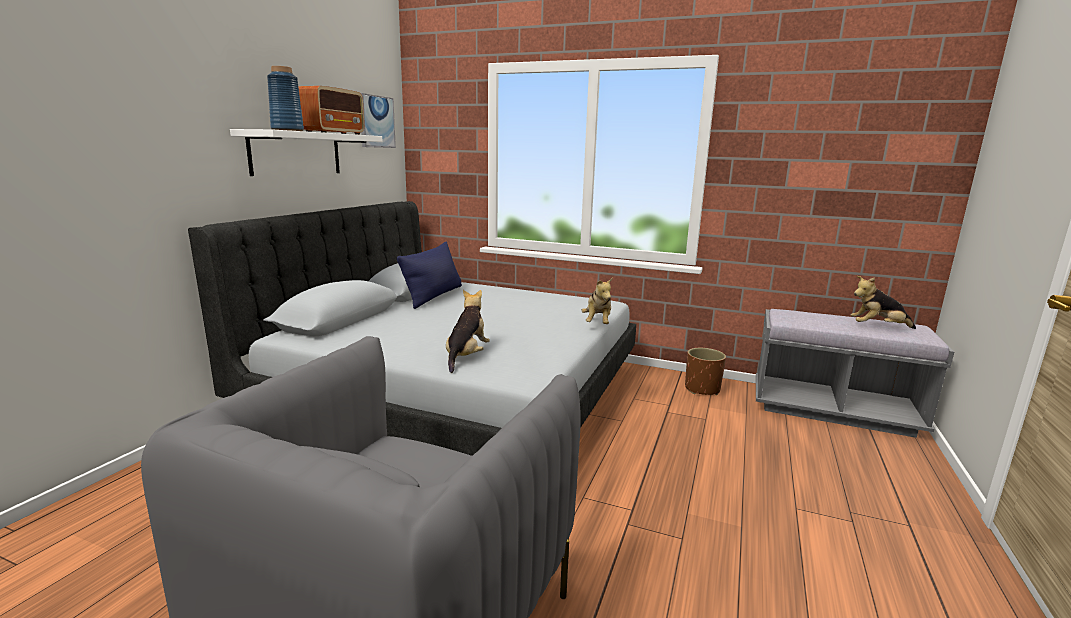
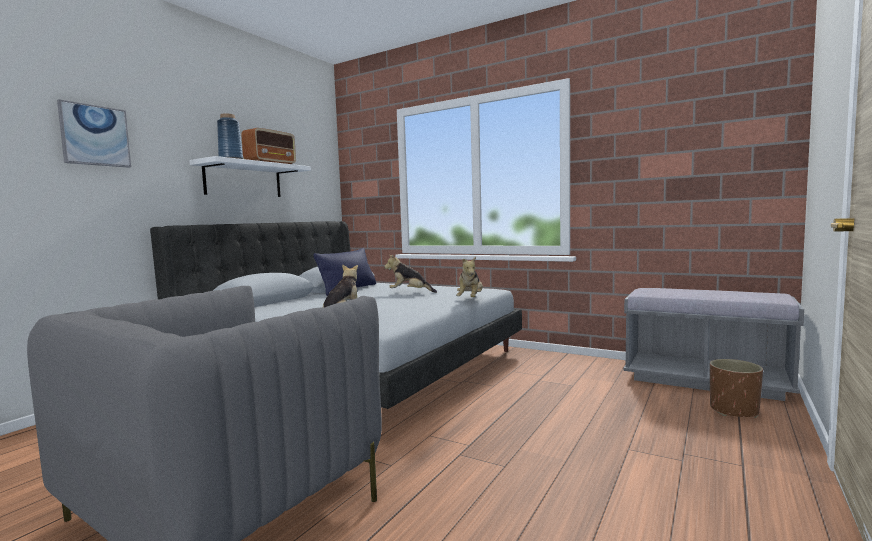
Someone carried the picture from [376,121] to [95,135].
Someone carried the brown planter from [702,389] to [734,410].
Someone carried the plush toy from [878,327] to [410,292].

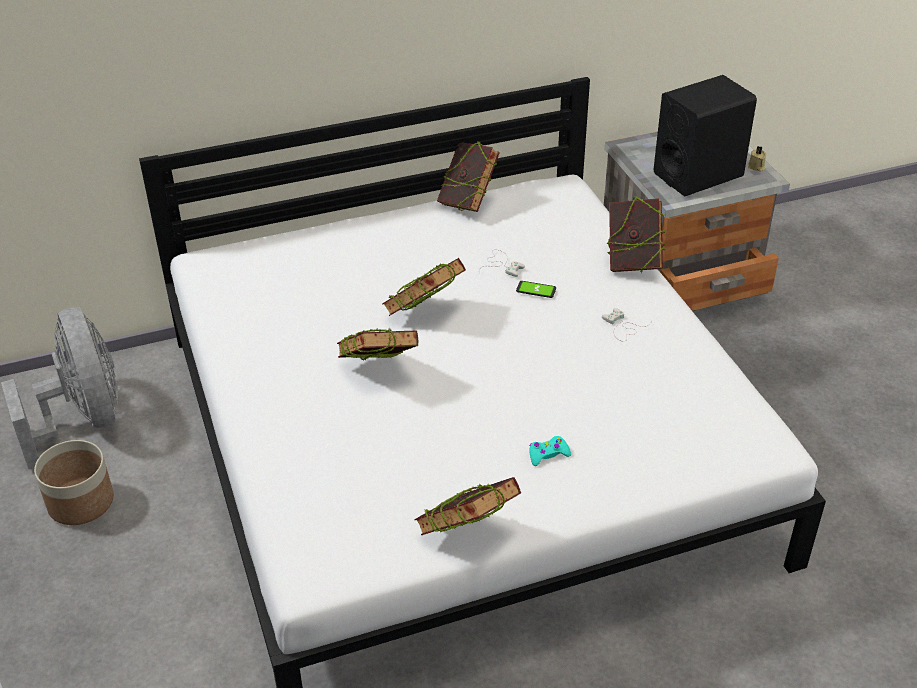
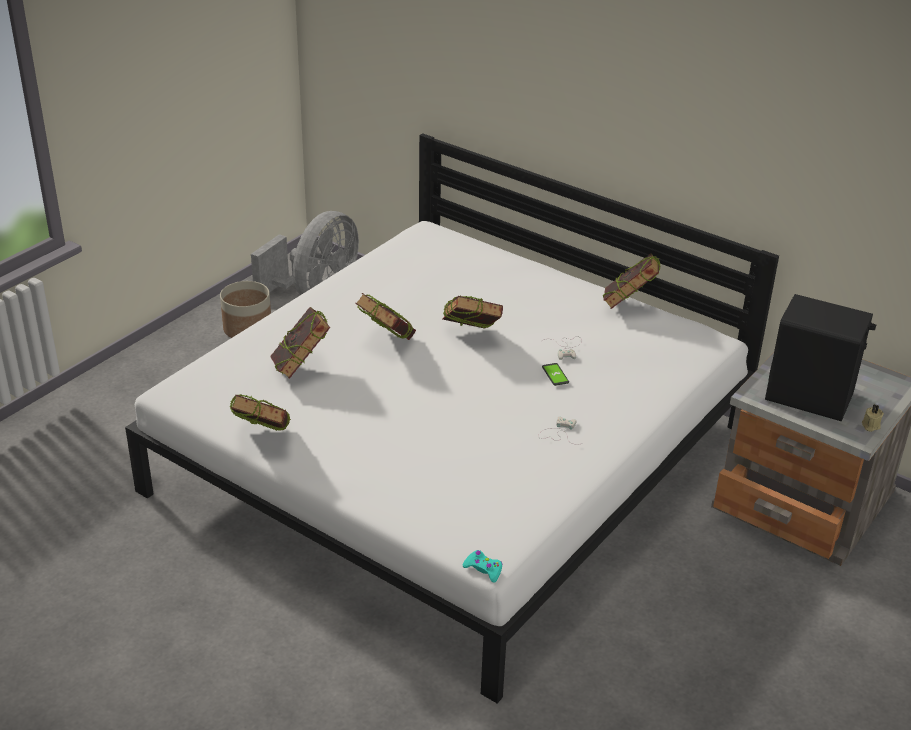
Someone carried the turquoise game controller from [548,454] to [483,569].
Someone carried the book from [632,263] to [301,368].

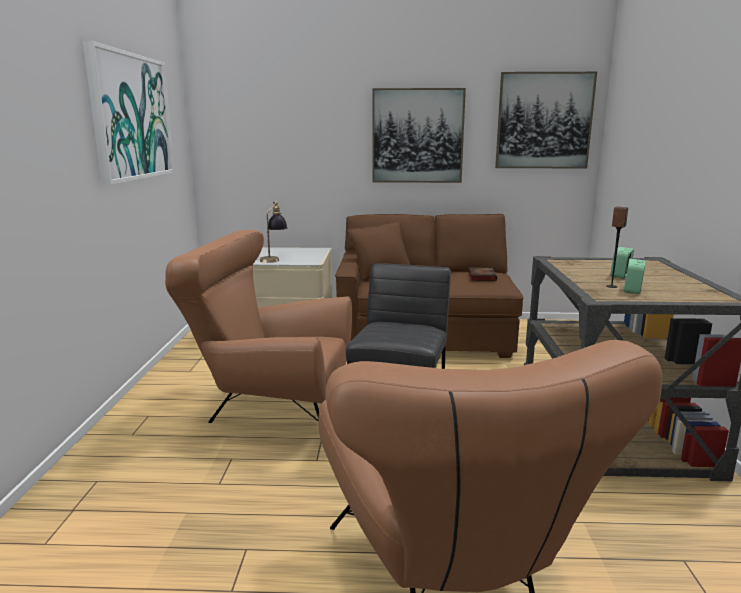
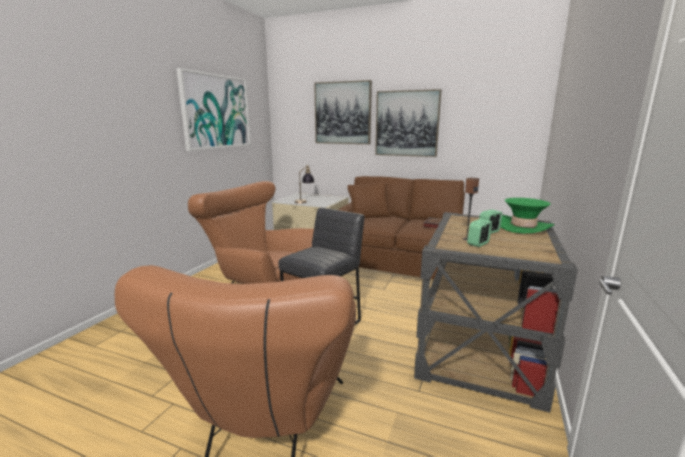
Someone carried the picture from [544,121] to [342,113].
Someone put down the green hat at [523,227].

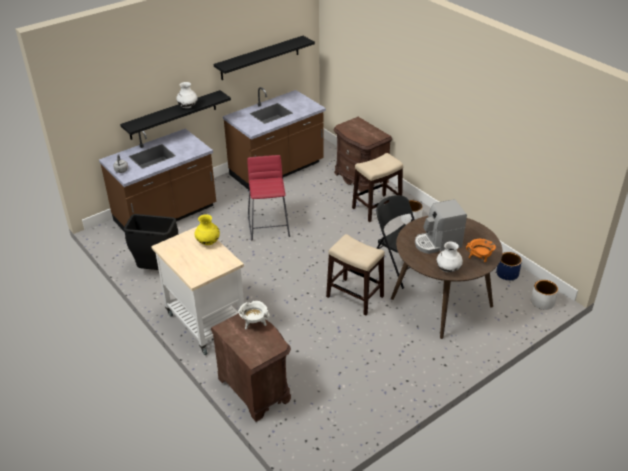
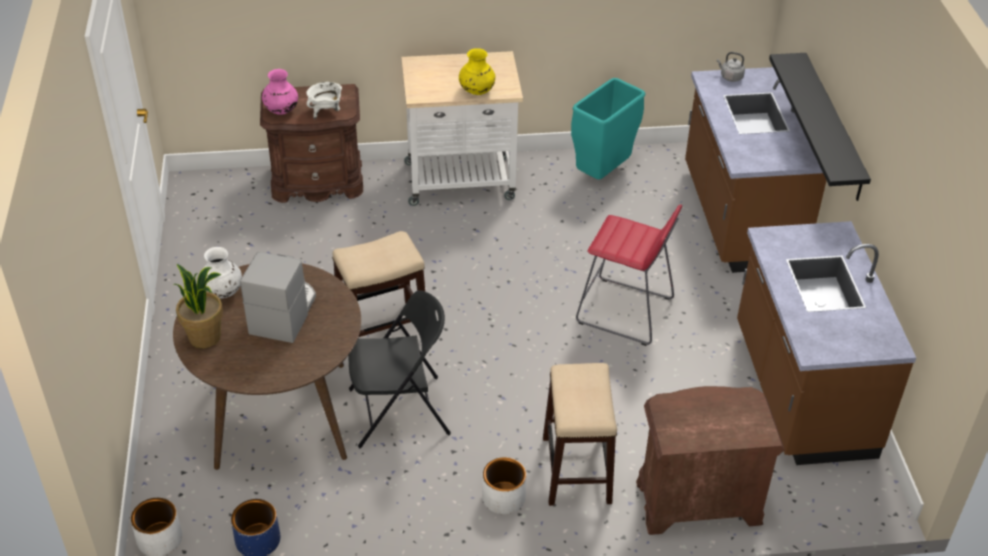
Someone repainted the black trash can at [158,271], which became the turquoise trash can at [602,173].
Someone took away the white vase at [188,107].
Someone took away the black shelf at [260,58].
Someone swapped the orange cooking pot at [479,259] for the potted plant at [205,337].
Someone put down the pink vase at [281,110].

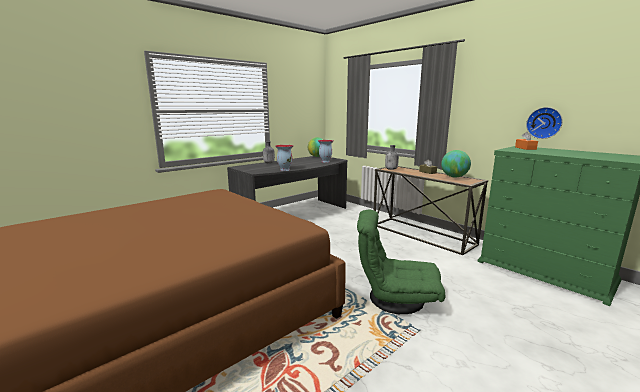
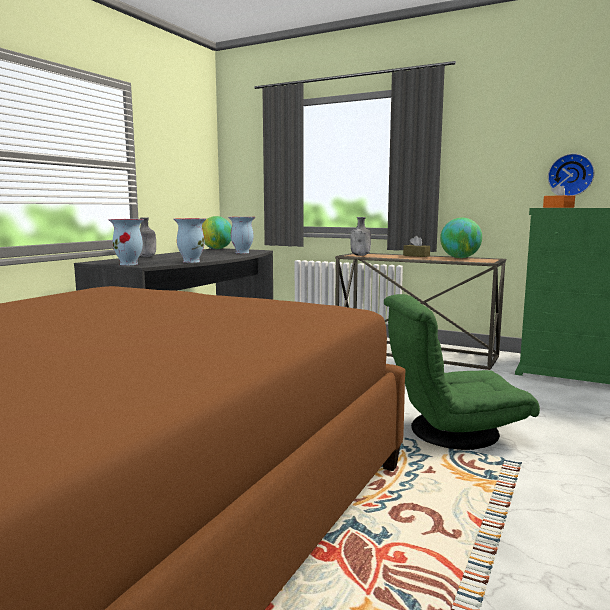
Someone put down the vase at [129,264].

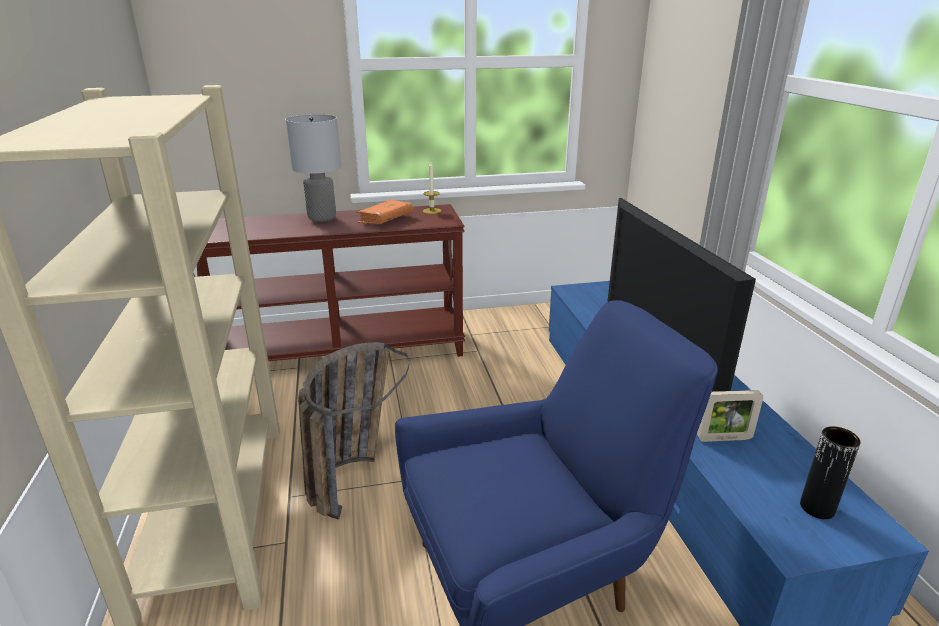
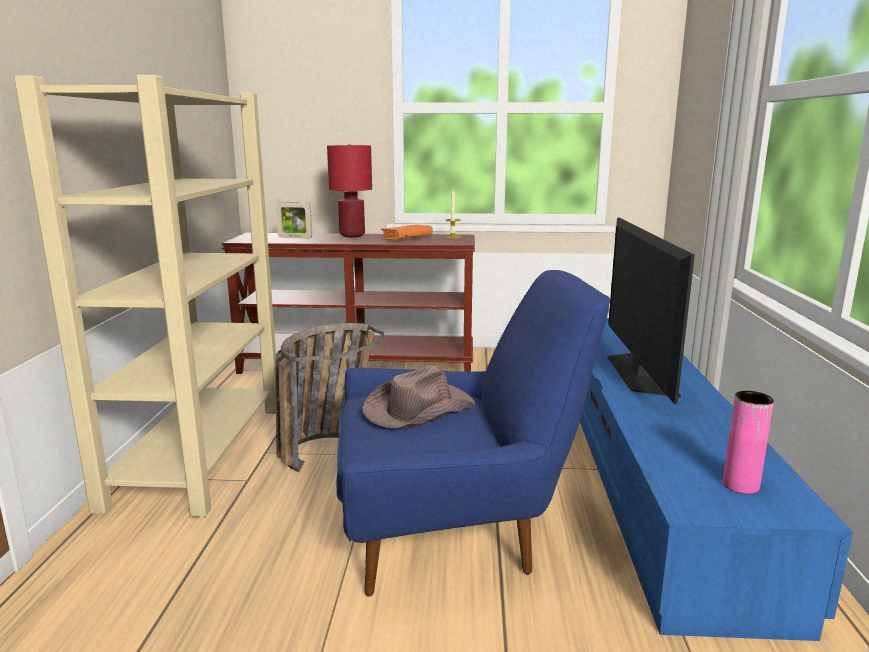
Someone repainted the grey table lamp at [322,220], which became the red table lamp at [352,237].
Someone carried the picture frame from [724,438] to [295,237].
Someone repainted the black vase at [817,508], which became the pink vase at [740,485].
Someone put down the brown hat at [418,409].

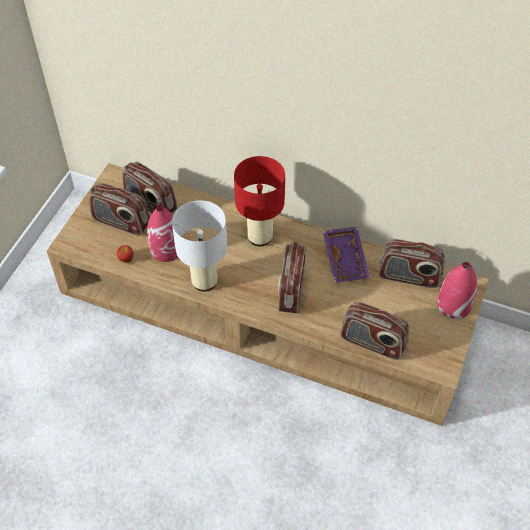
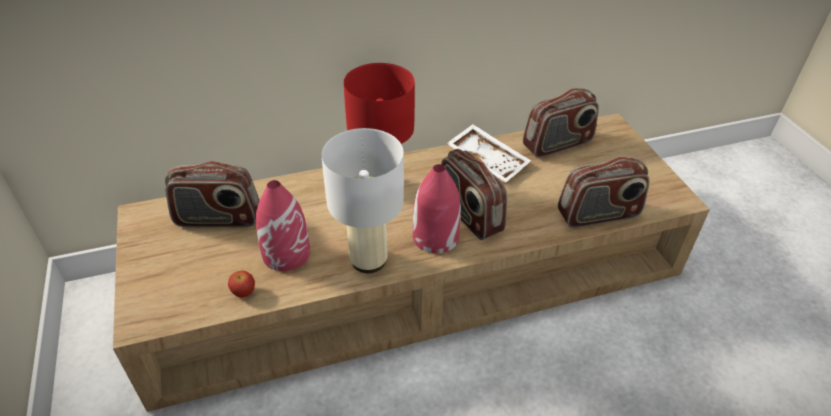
Someone took away the radio at [121,222].
Someone repainted the purple tray at [346,259], which became the white tray at [488,160].
Someone carried the red vase from [453,305] to [435,237].

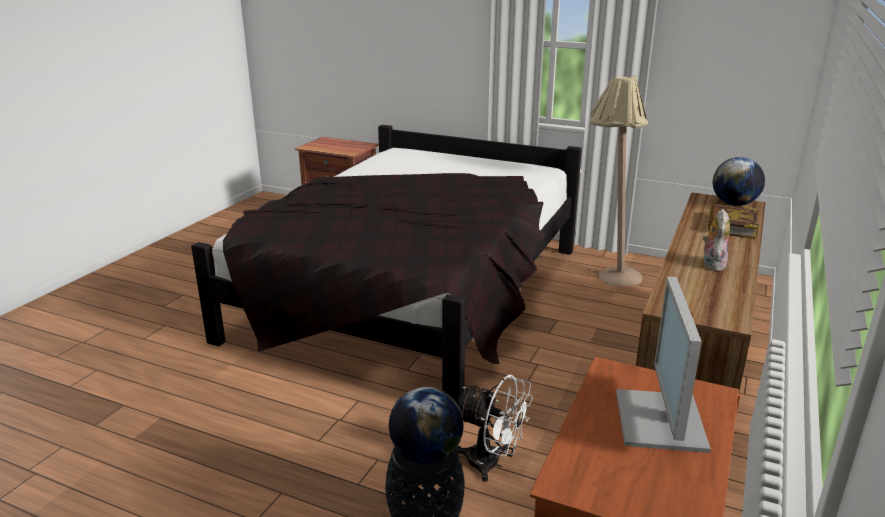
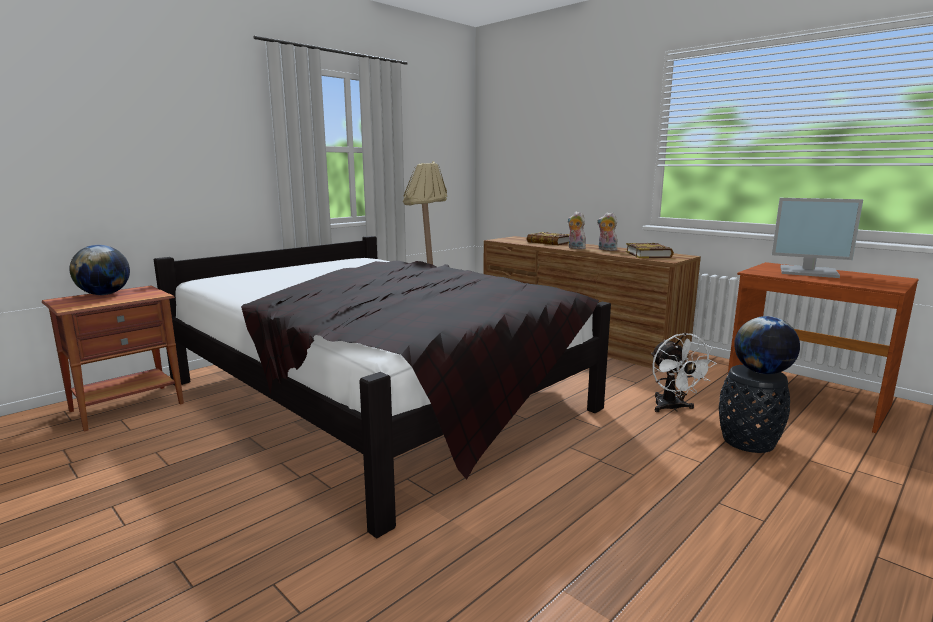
Someone rotated the white fan at [492,464] by 120 degrees clockwise.
Someone carried the globe from [734,204] to [104,294].
Someone put down the plush toy at [575,248].
Someone put down the book at [648,254].

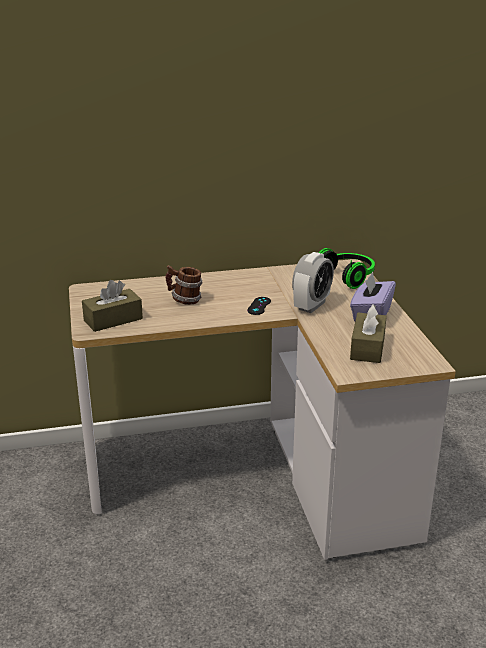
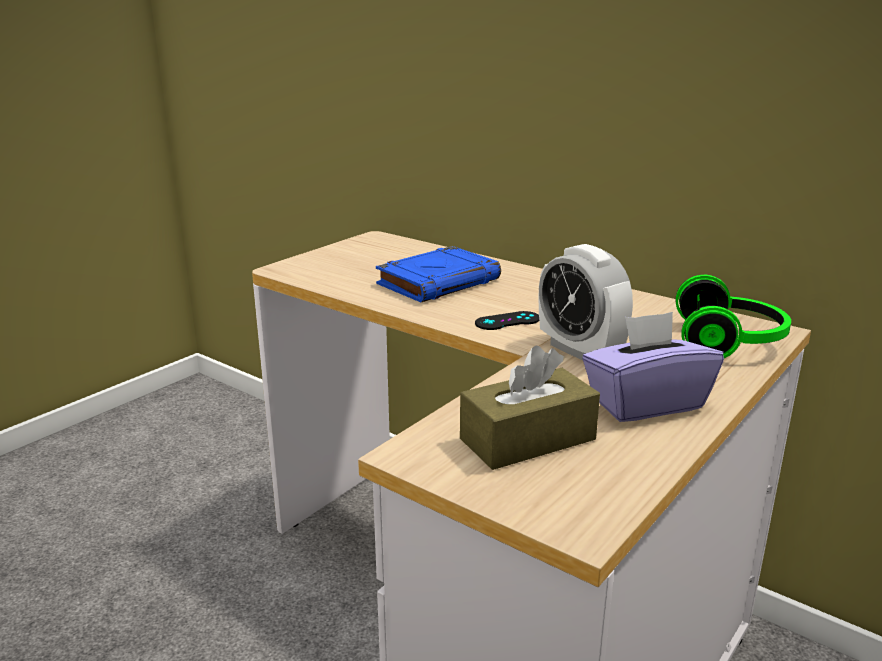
Someone took away the brown tissue box at [113,320].
Someone swapped the mug at [184,300] for the blue book at [439,282].
Someone rotated the alarm clock at [311,305] by 60 degrees clockwise.

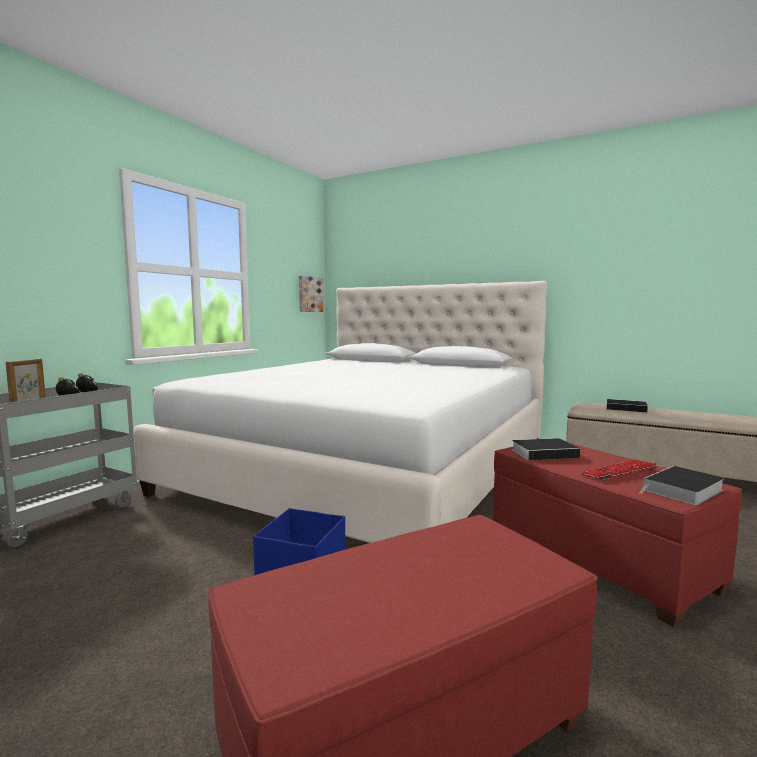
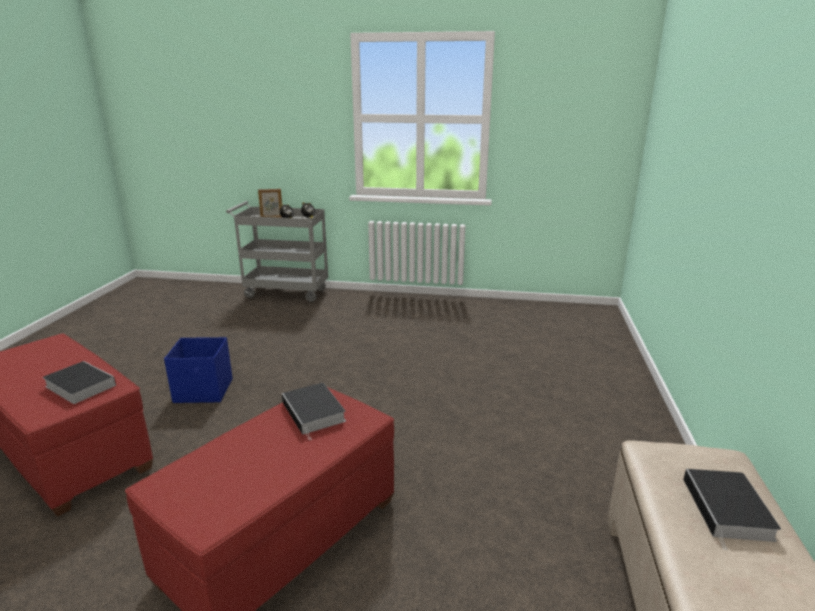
Someone took away the white bed at [368,468].
Someone took away the picture at [309,294].
Someone took away the keyboard at [620,472].
Someone carried the book from [682,490] to [78,385].

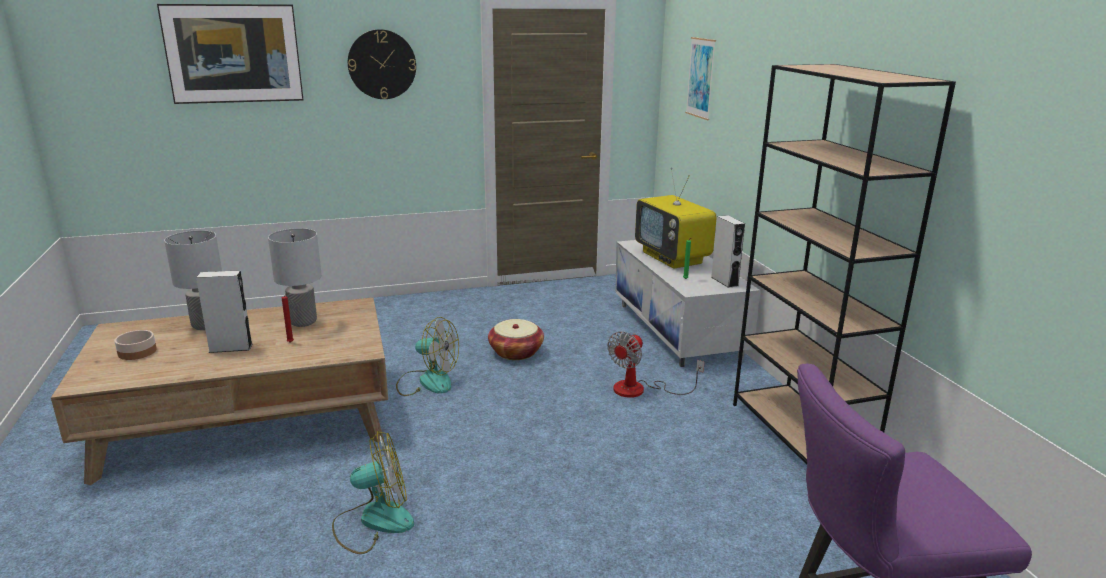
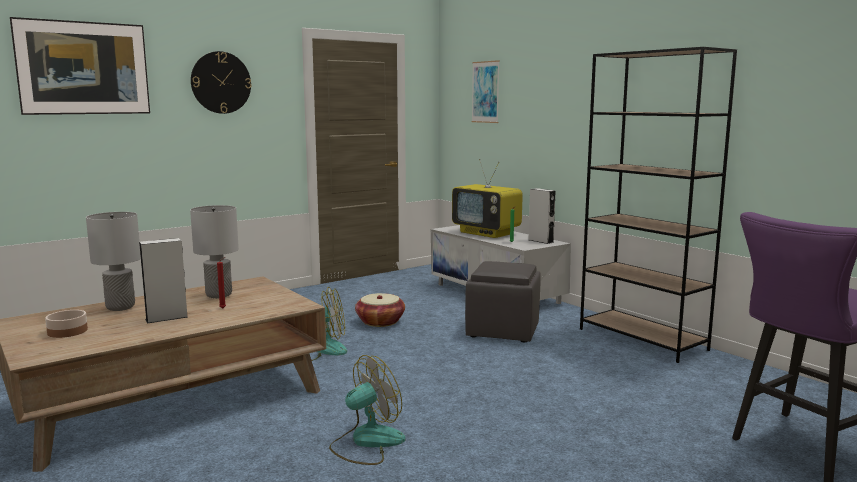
Someone swapped the fan at [640,389] for the grey ottoman at [503,330].

